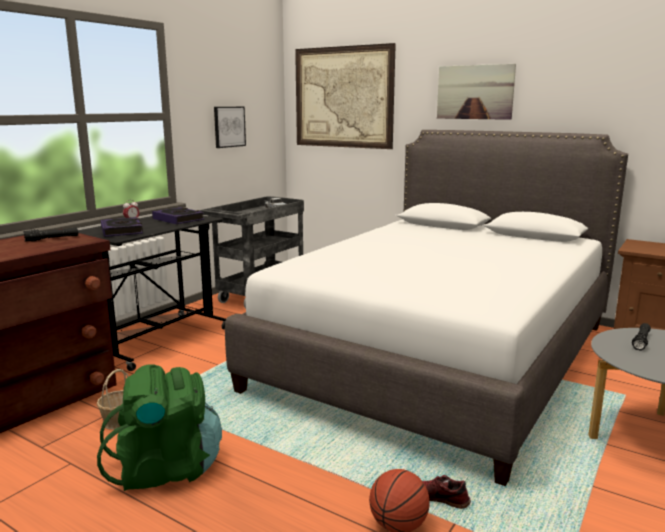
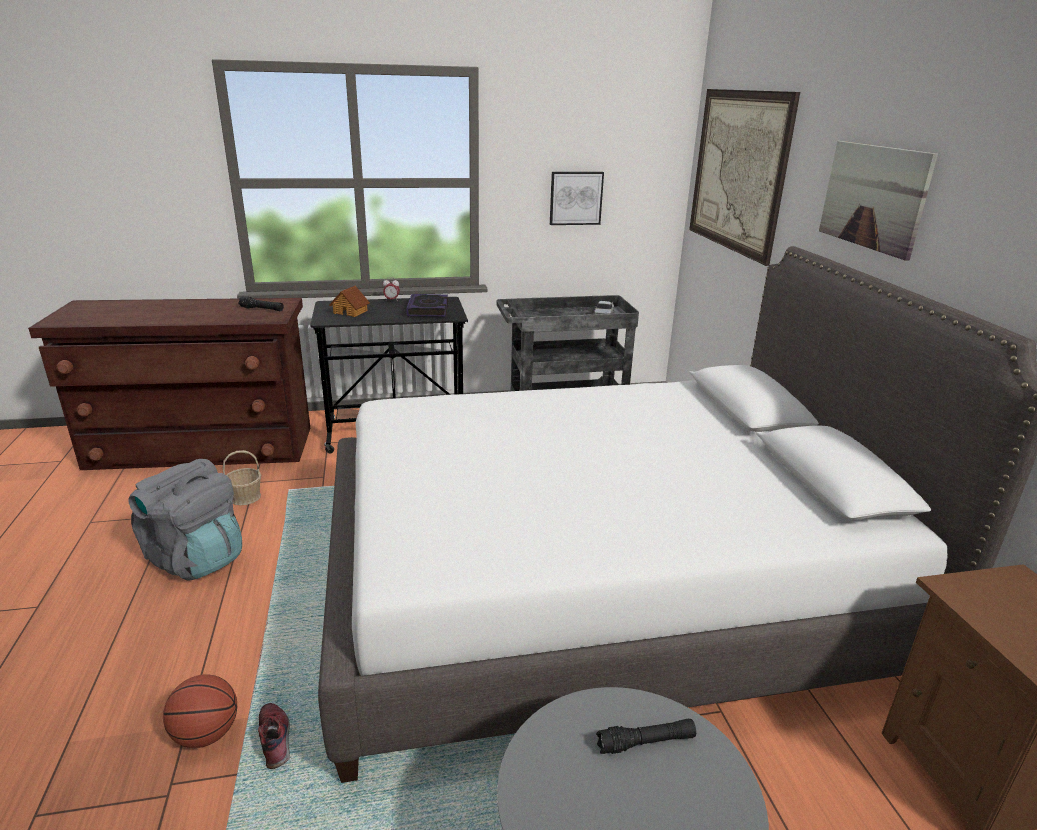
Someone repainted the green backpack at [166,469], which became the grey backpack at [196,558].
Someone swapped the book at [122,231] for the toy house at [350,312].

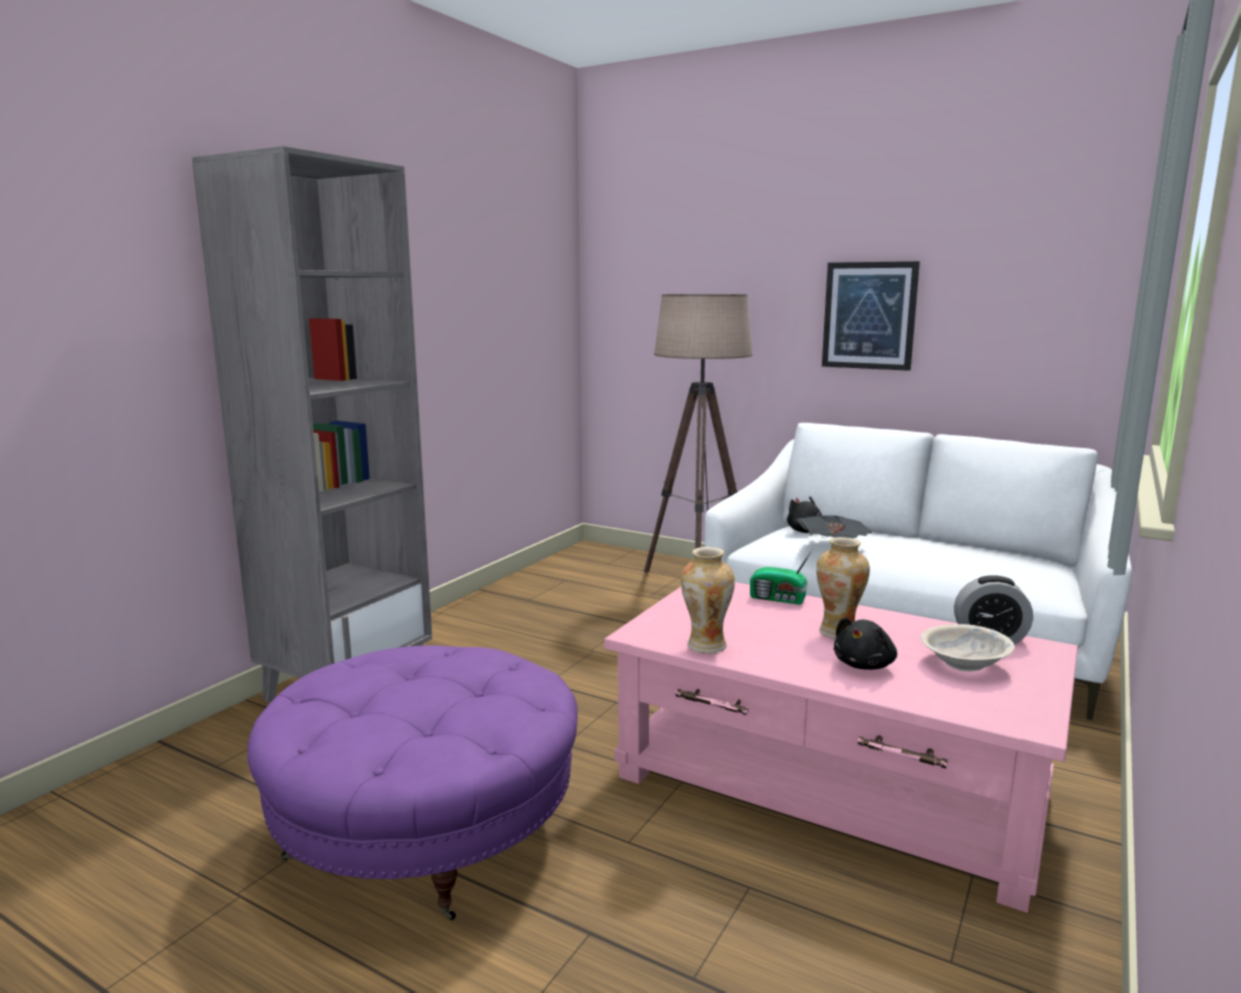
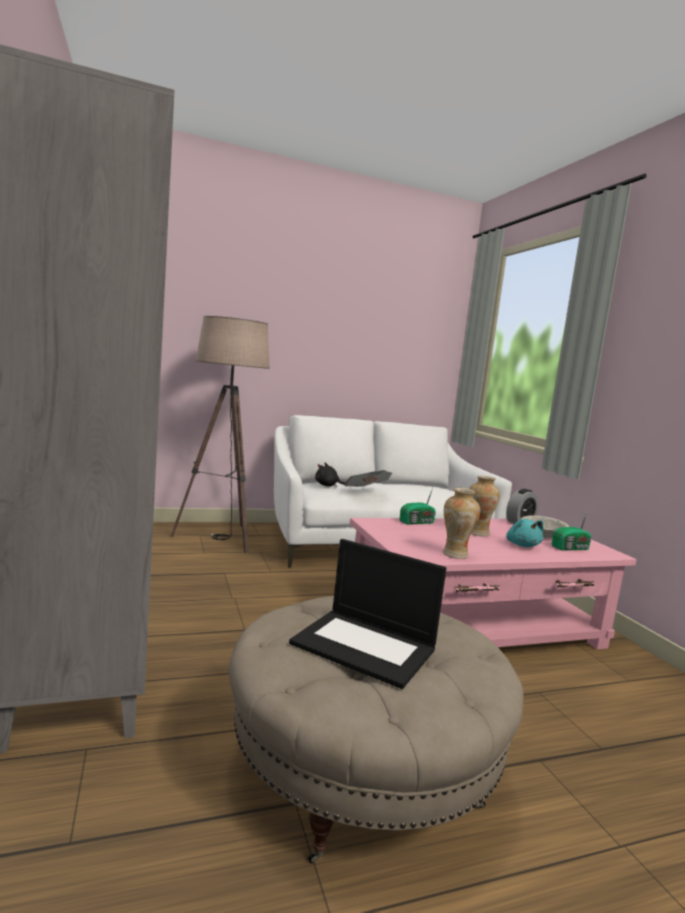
Someone repainted the purple ottoman at [426,830], which became the beige ottoman at [362,766].
Someone took away the picture at [869,315].
Someone repainted the black plush toy at [865,665], which became the turquoise plush toy at [522,545].
Someone put down the laptop at [366,646].
Someone put down the radio at [571,548].

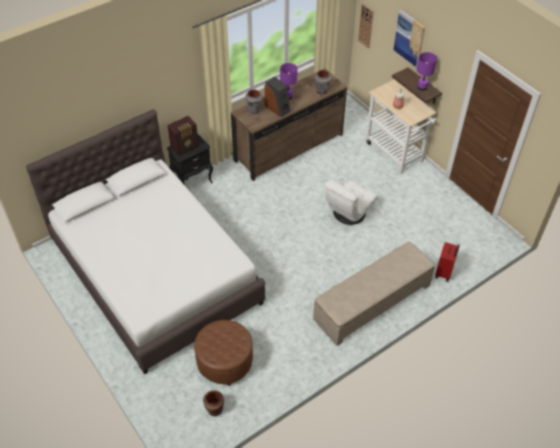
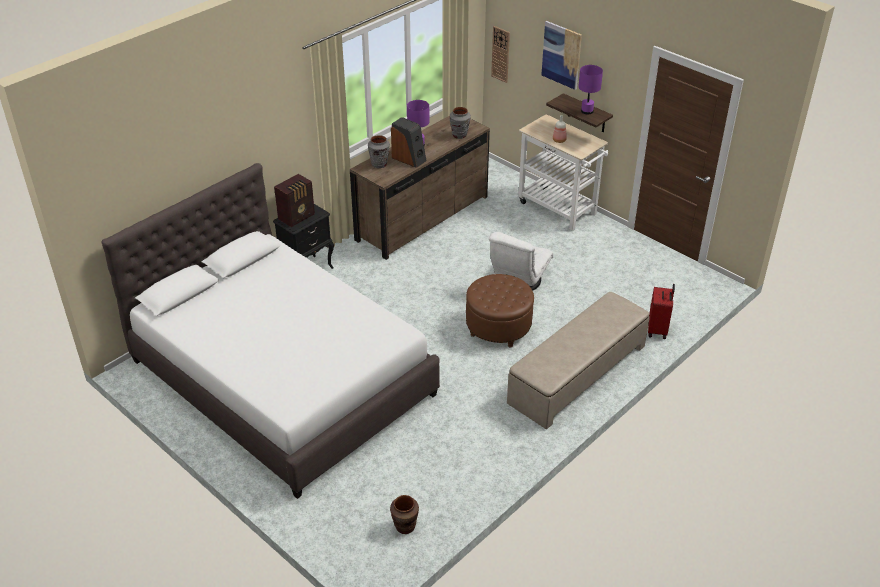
Someone carried the brown ottoman from [225,363] to [498,328].

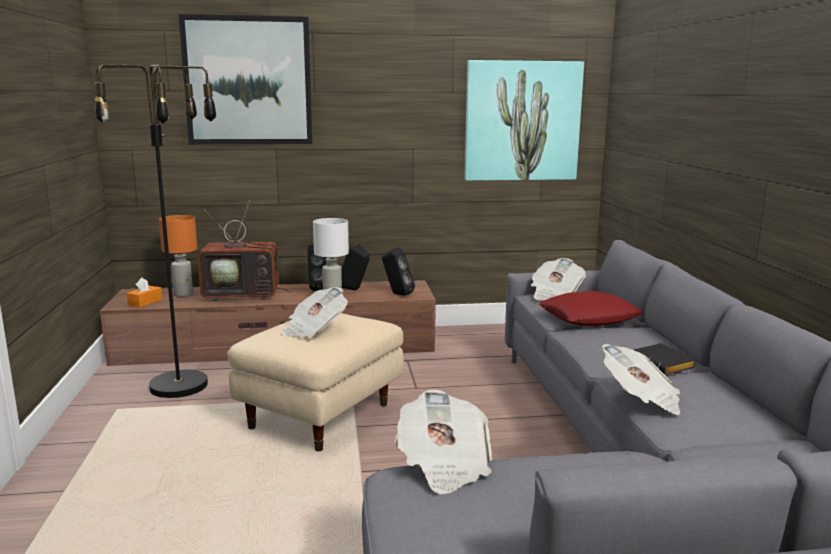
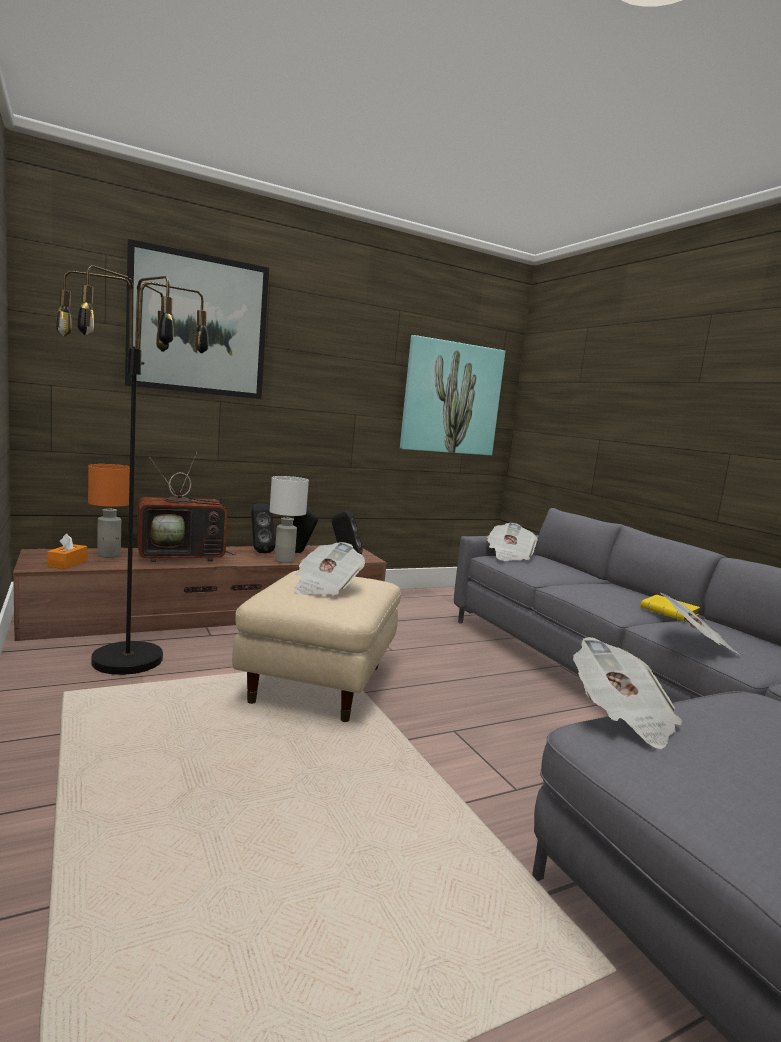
Someone took away the red pillow at [589,317].
Someone repainted the black book at [664,364], which became the yellow book at [670,613].

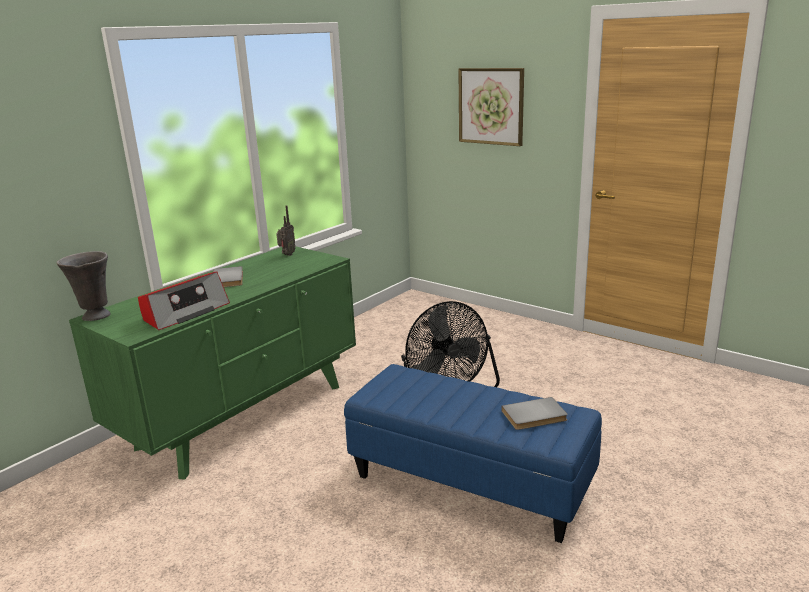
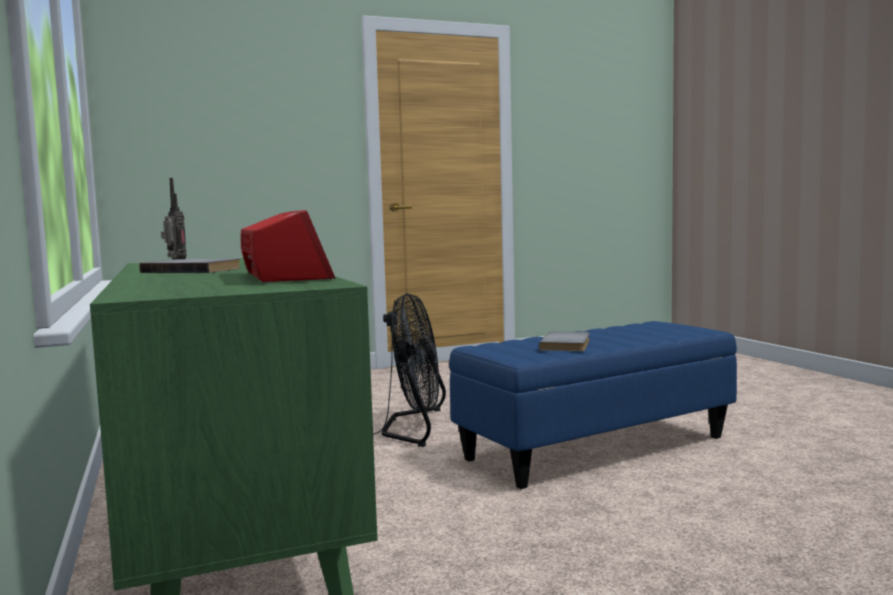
Someone took away the grey vase at [95,316].
Someone took away the picture at [491,106].
Someone carried the grey book from [535,416] to [568,344].

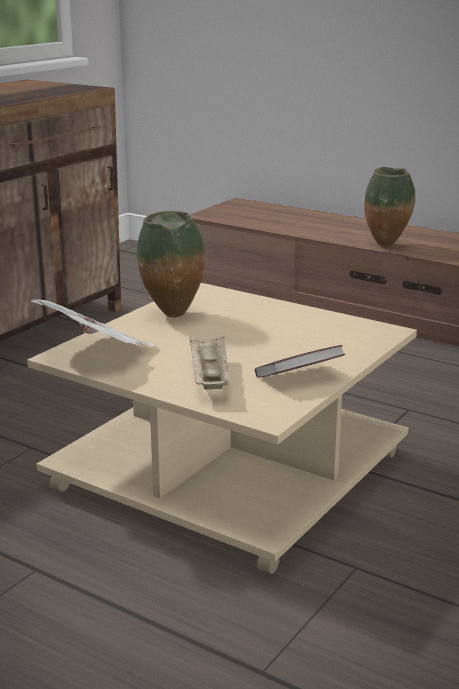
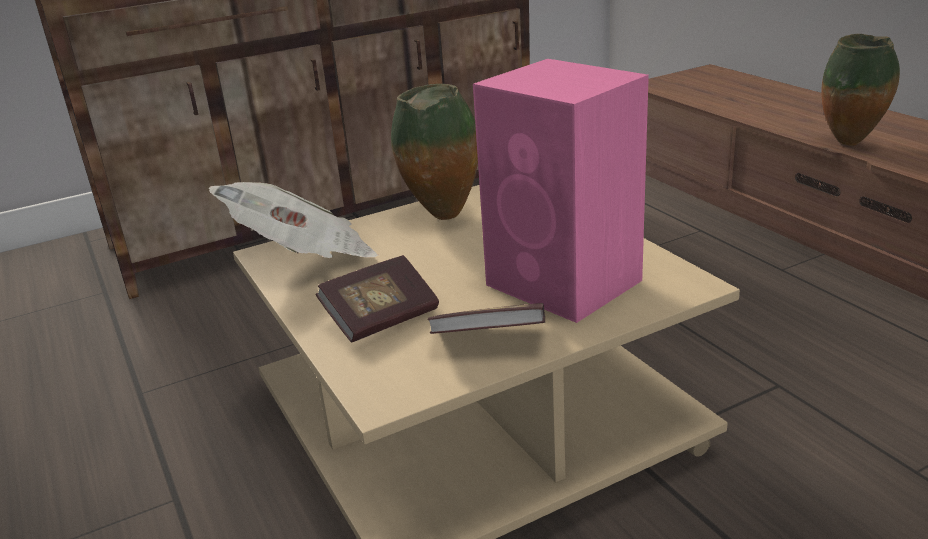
Someone swapped the beige tray at [209,379] for the book at [381,318].
Someone put down the pink speaker at [566,284].

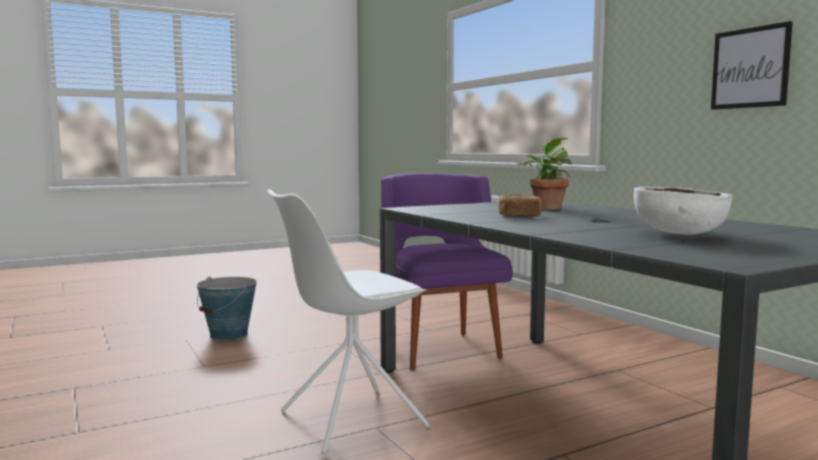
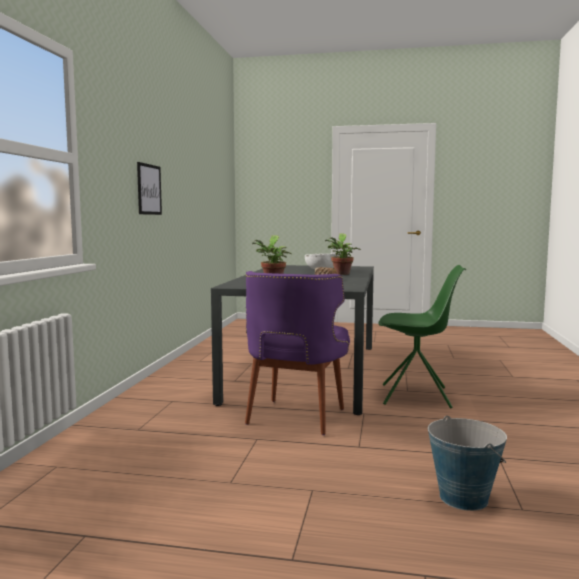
Someone repainted the white chair at [350,419], which became the green chair at [417,396].
Someone put down the potted plant at [341,274].

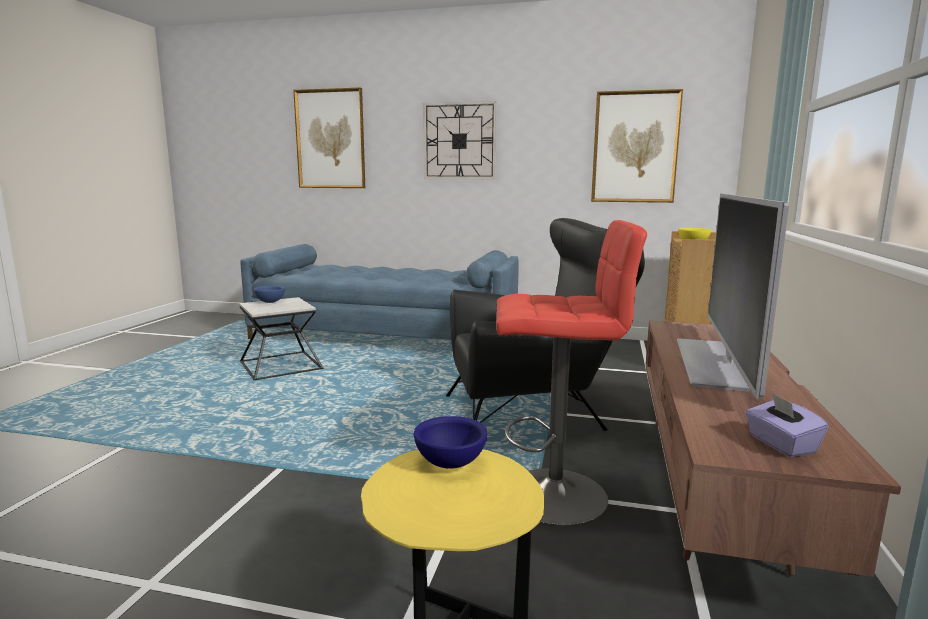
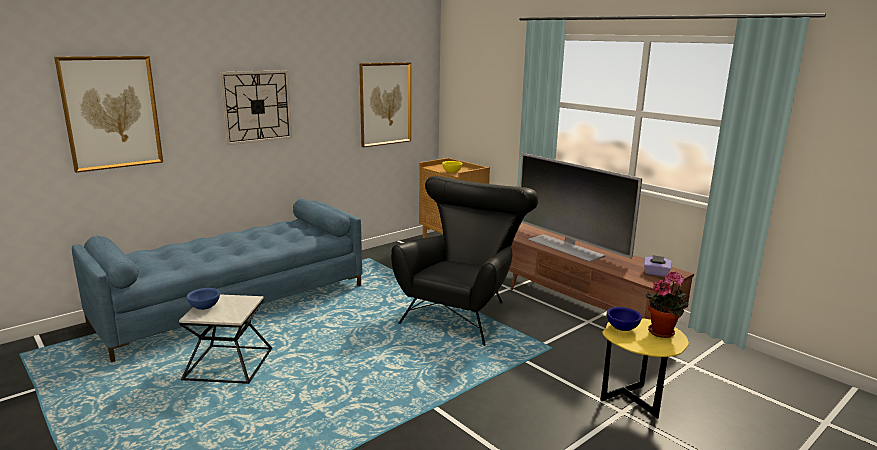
Someone took away the red stool at [556,496].
Someone put down the potted plant at [663,332].

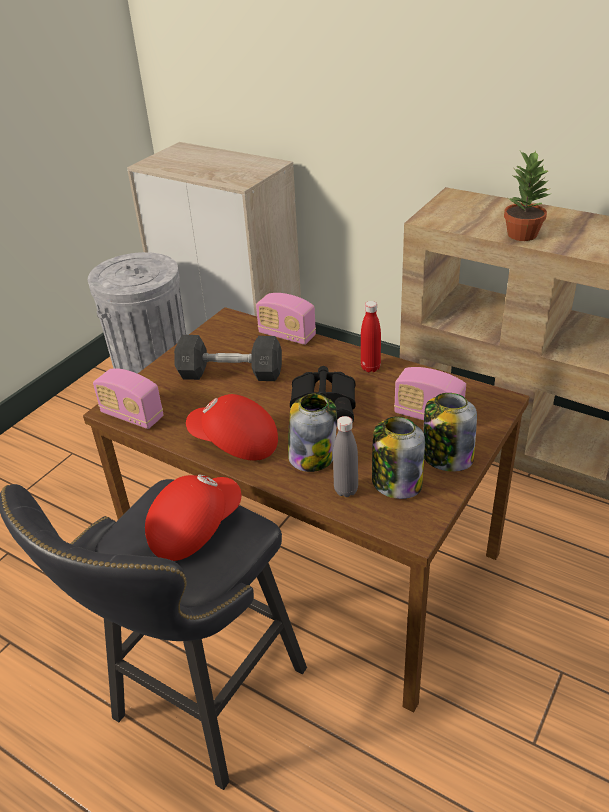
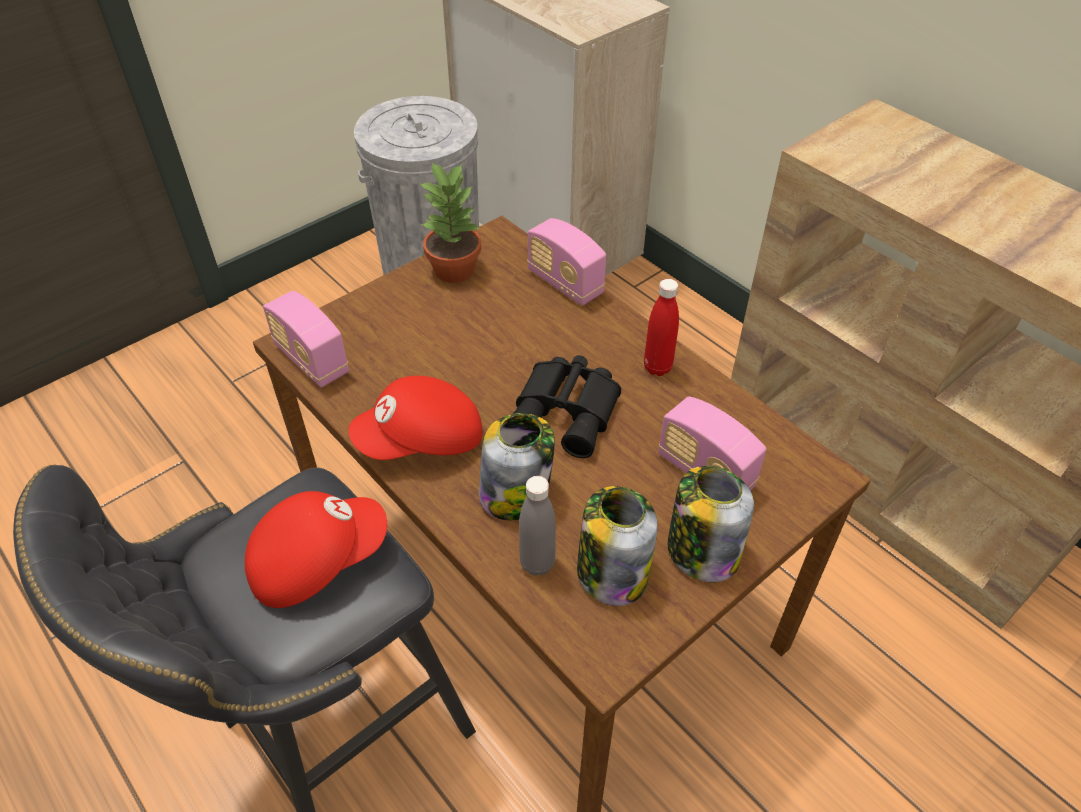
Someone took away the grey dumbbell at [230,373].
Someone rotated the red cap at [234,443] by 60 degrees counterclockwise.
Someone carried the potted plant from [522,234] to [455,269].

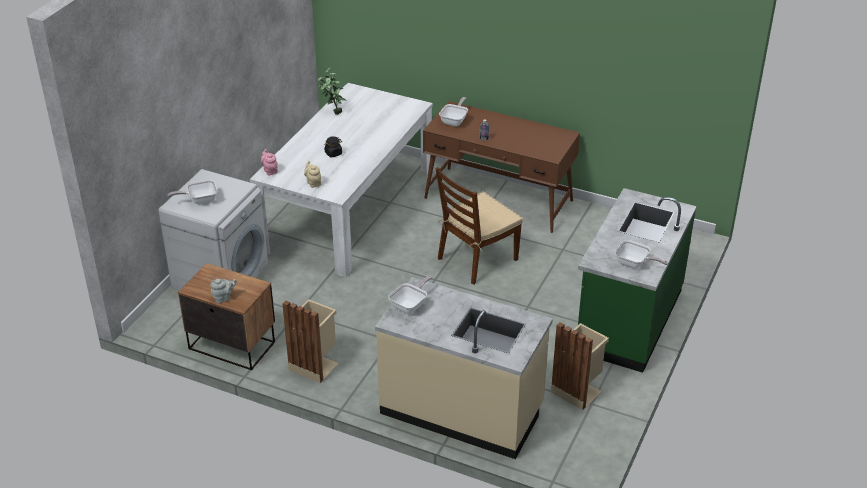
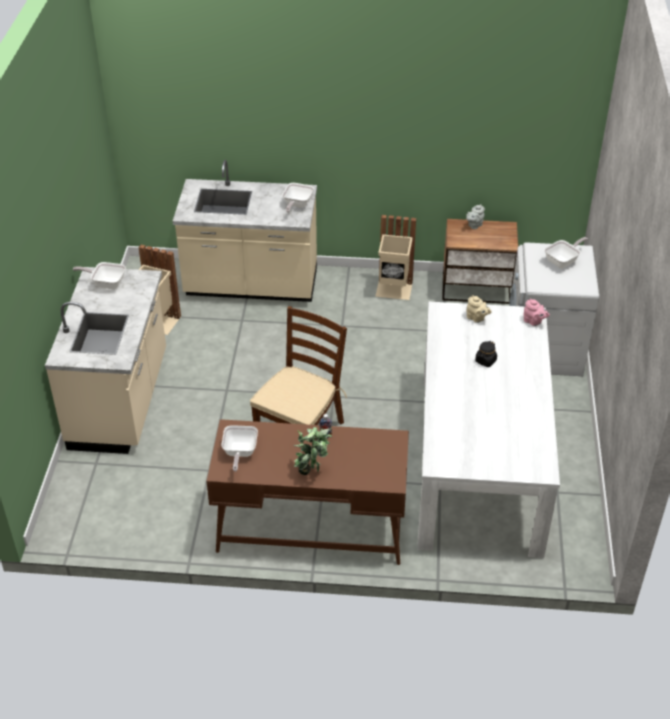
Someone carried the potted plant from [332,112] to [312,472].
Someone carried the frying pan from [455,121] to [239,453].
Someone repainted the green counter at [628,320], which became the beige counter at [121,401].

